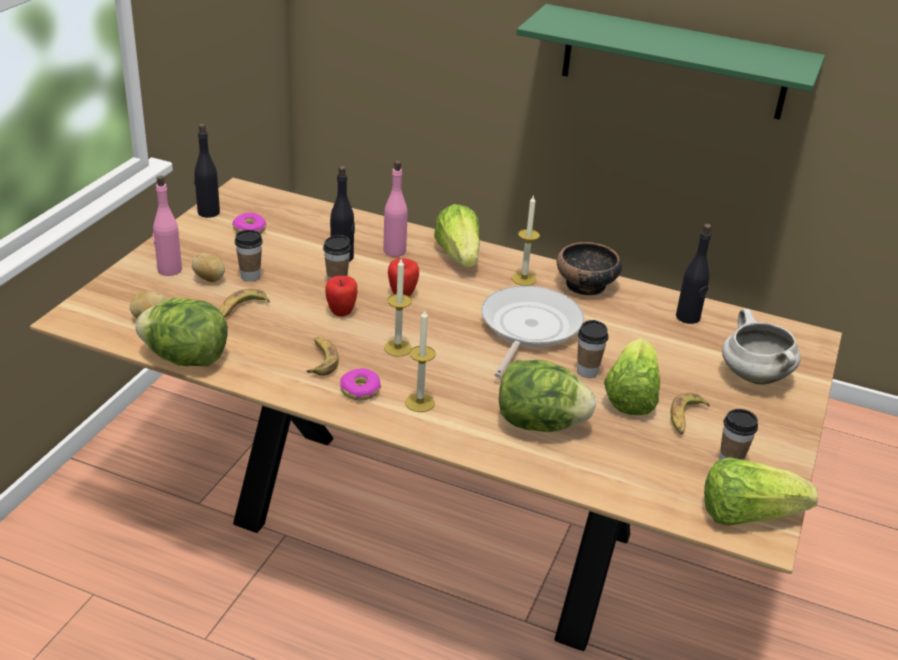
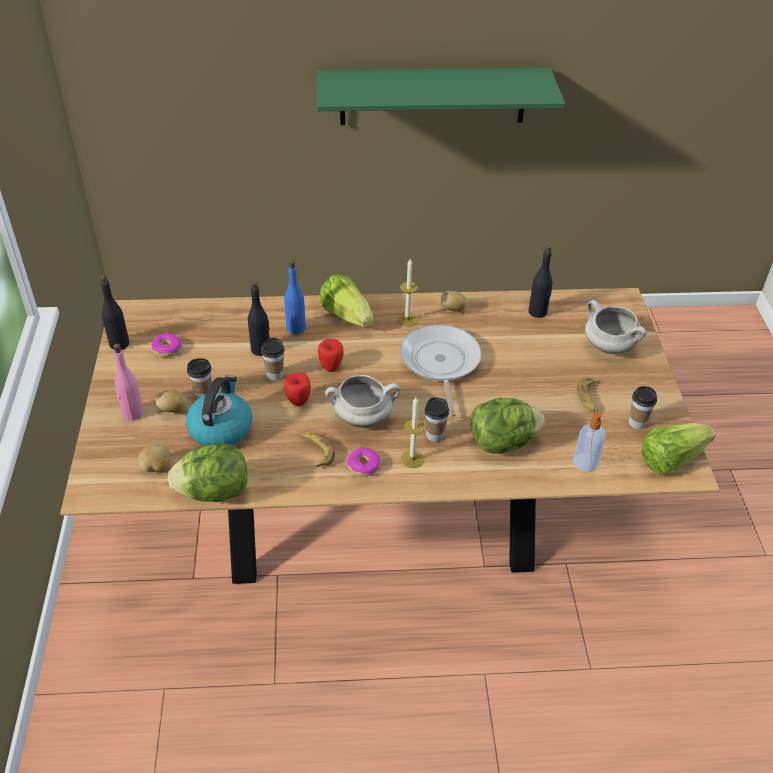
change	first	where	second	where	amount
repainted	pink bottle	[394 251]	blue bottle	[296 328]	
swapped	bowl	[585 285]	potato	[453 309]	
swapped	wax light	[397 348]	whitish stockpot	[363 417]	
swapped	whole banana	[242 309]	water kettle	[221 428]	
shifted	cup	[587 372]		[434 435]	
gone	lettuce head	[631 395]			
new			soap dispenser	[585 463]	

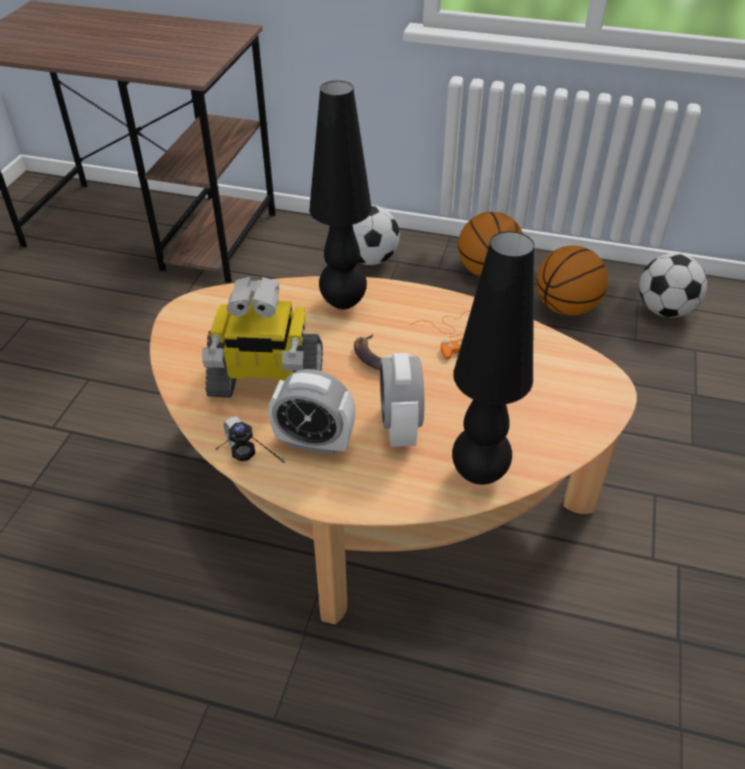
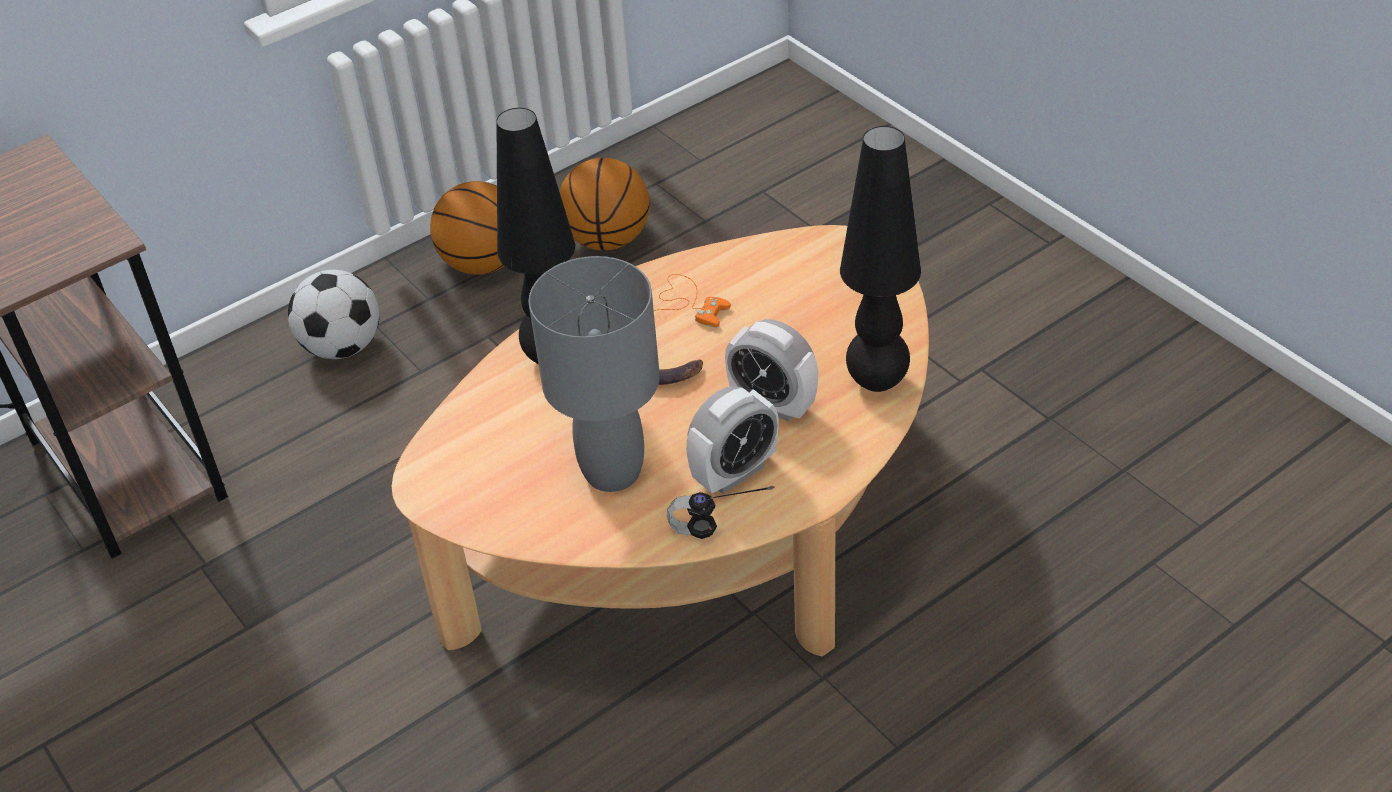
change	first	where	second	where	amount
gone	football	[664 310]			
swapped	model robot	[265 381]	grey lamp for a table	[612 471]	

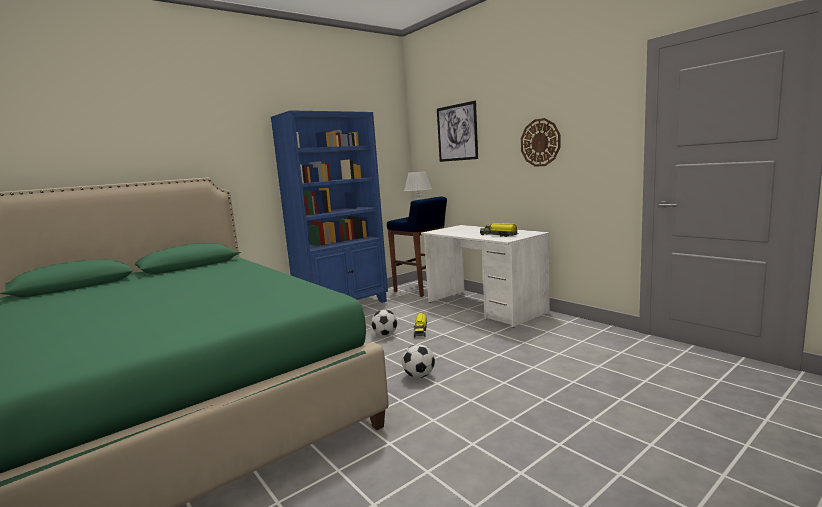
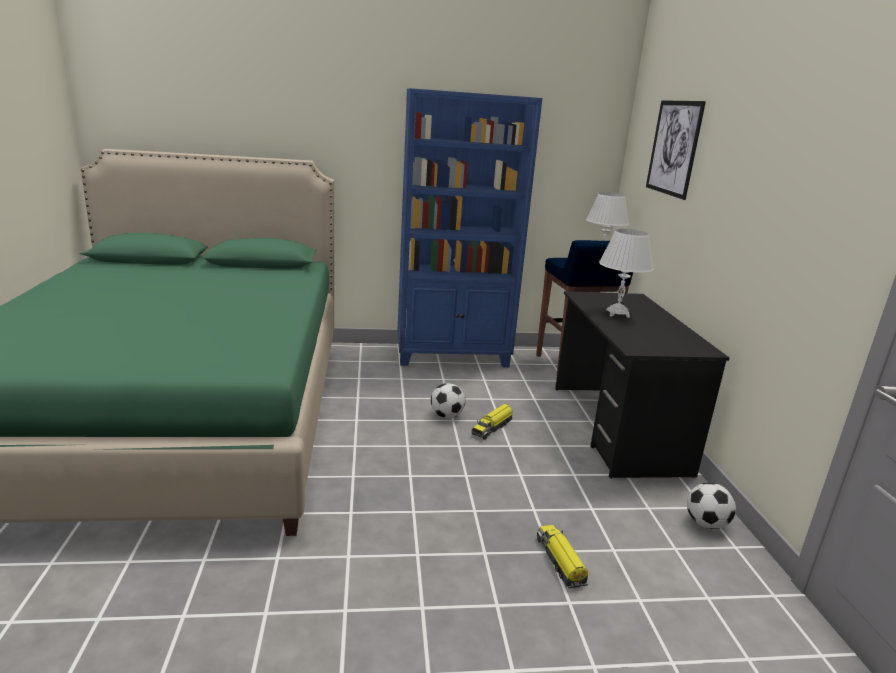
change	first	where	second	where	amount
gone	clock on the wall	[540 142]			
shifted	model truck	[499 235]		[560 562]	
repainted	whitish desk unit	[485 307]	black-coloured desk unit	[616 428]	
shifted	football	[419 376]		[706 523]	
new			whitish lamp for a table	[617 313]	

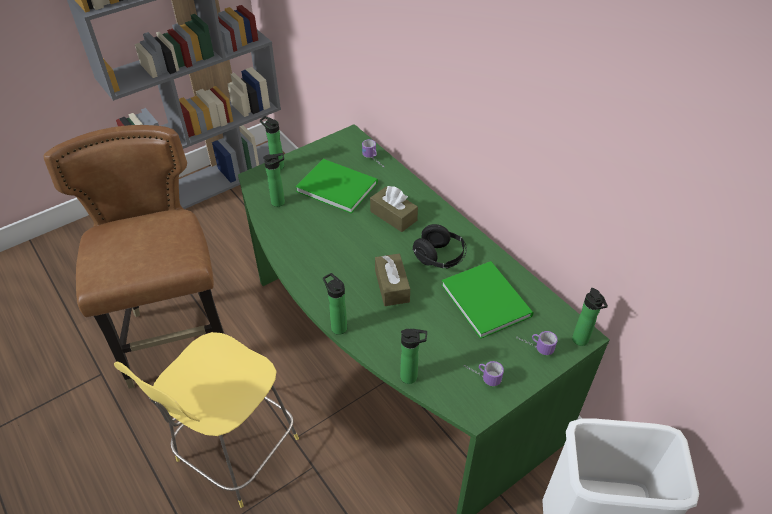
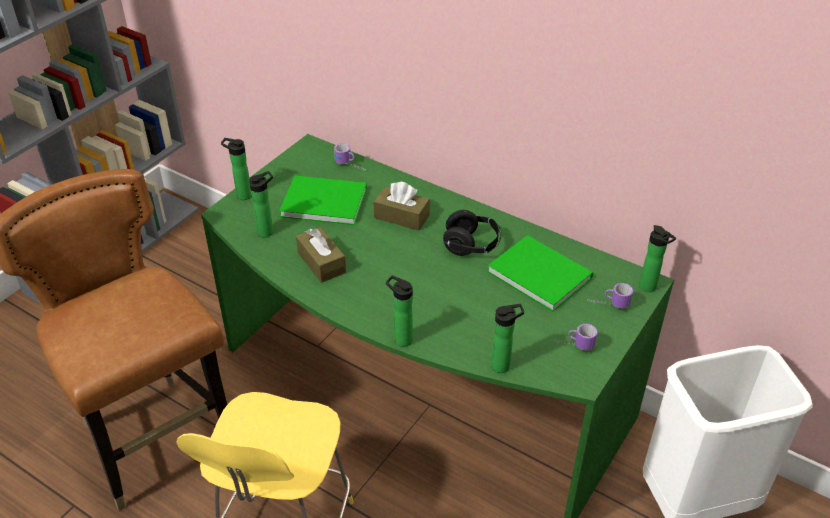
change	first	where	second	where	amount
shifted	brown tissue box	[392 286]		[321 263]	

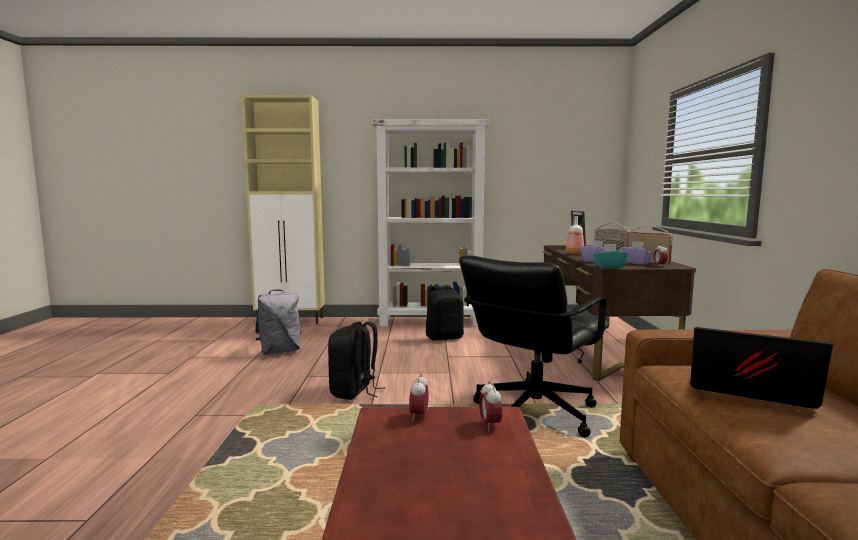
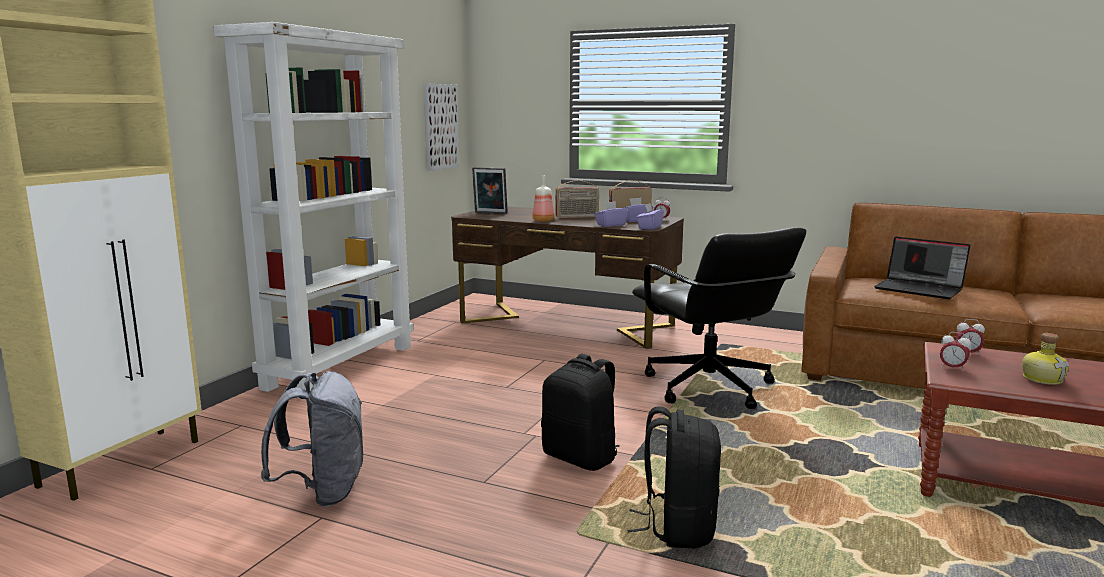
change	first	where	second	where	amount
repainted	blue-green tissue box	[609 266]	purple tissue box	[649 227]	
shifted	black-coloured knapsack	[444 337]		[677 528]	
rotated	notebook computer	[748 391]		[920 289]	105 degrees counterclockwise
new			picture	[440 127]	
new			bottle	[1042 379]	

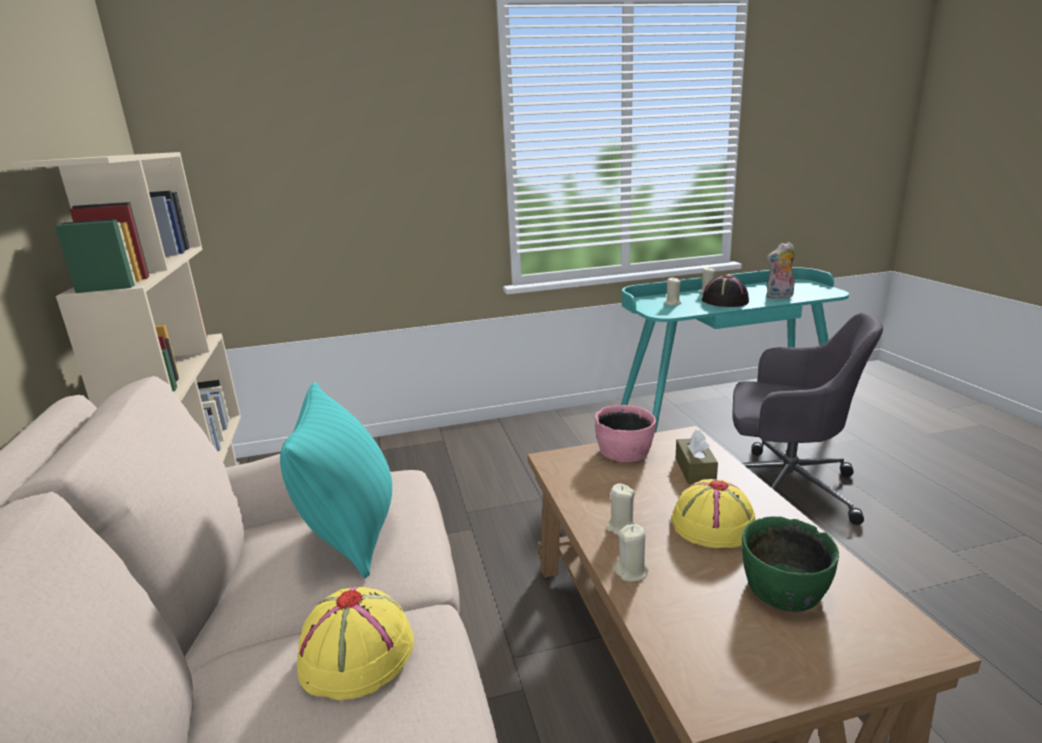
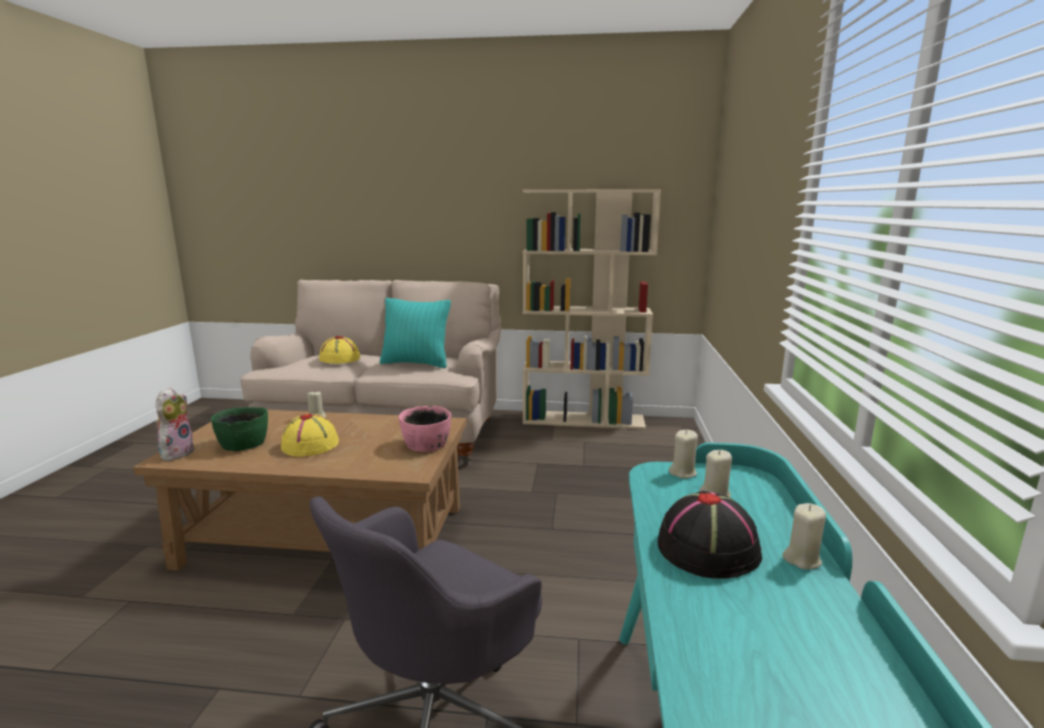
change	first	where	second	where	amount
shifted	soft toy	[779 297]		[177 453]	
gone	brown tissue box	[695 470]			
shifted	beige wax light	[621 528]		[682 472]	

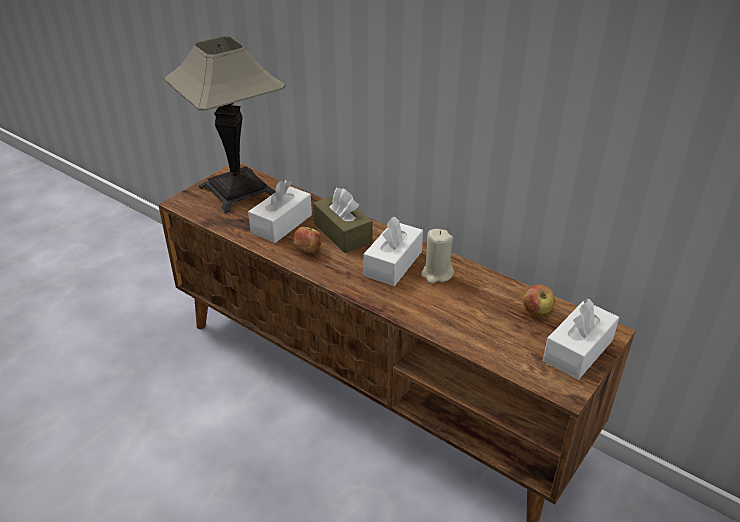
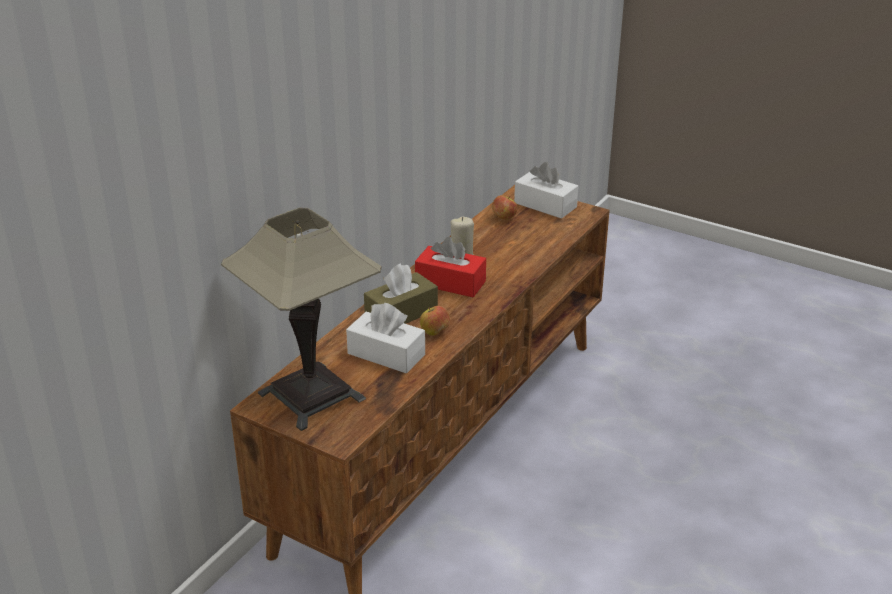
change	first	where	second	where	amount
repainted	whitish tissue box	[393 264]	red-coloured tissue box	[450 283]	

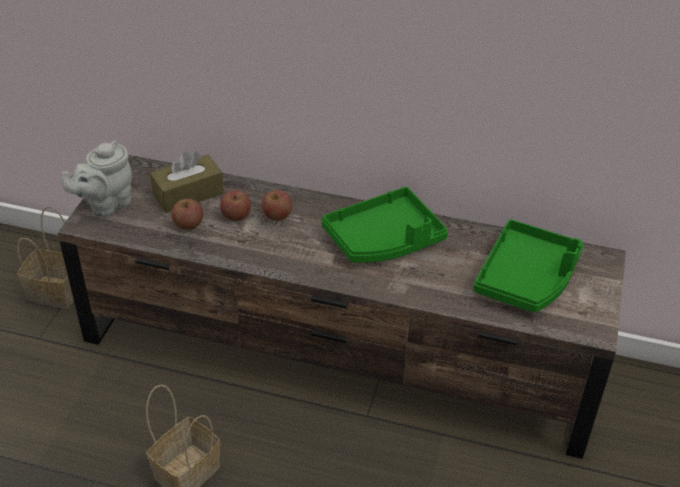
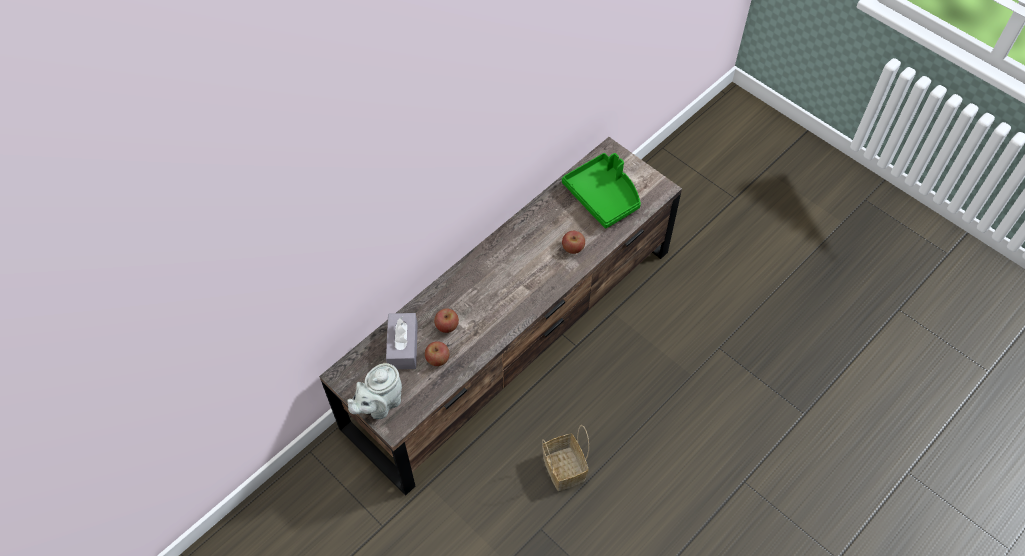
change	first	where	second	where	amount
rotated	grey tea pot	[106 204]		[380 404]	60 degrees clockwise
repainted	brown tissue box	[188 194]	grey tissue box	[403 346]	
gone	greenish carrying tray	[384 239]			
shifted	apple fruit	[277 215]		[573 247]	
gone	household basket	[57 291]			

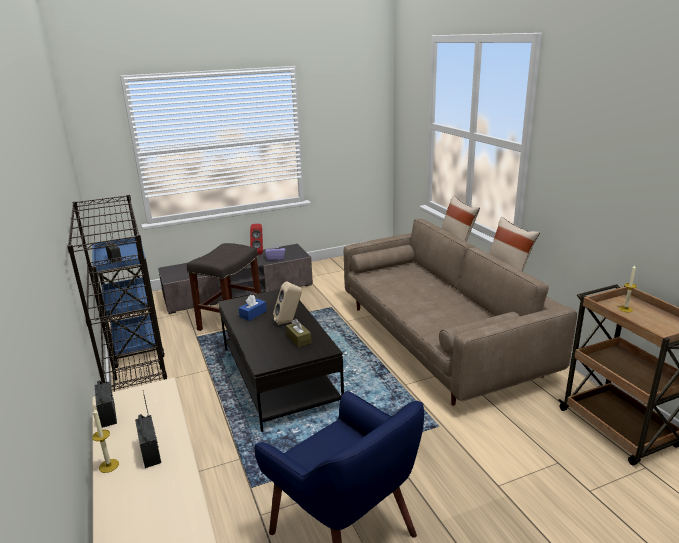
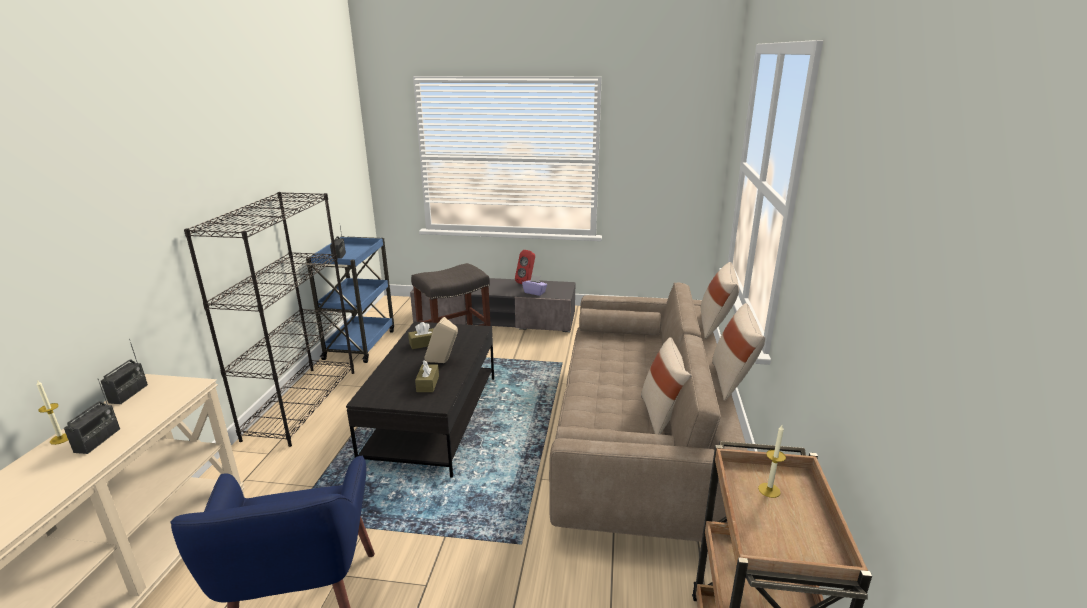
change	first	where	second	where	amount
repainted	blue tissue box	[253 314]	brown tissue box	[424 343]	
new			beige cushion	[662 415]	

